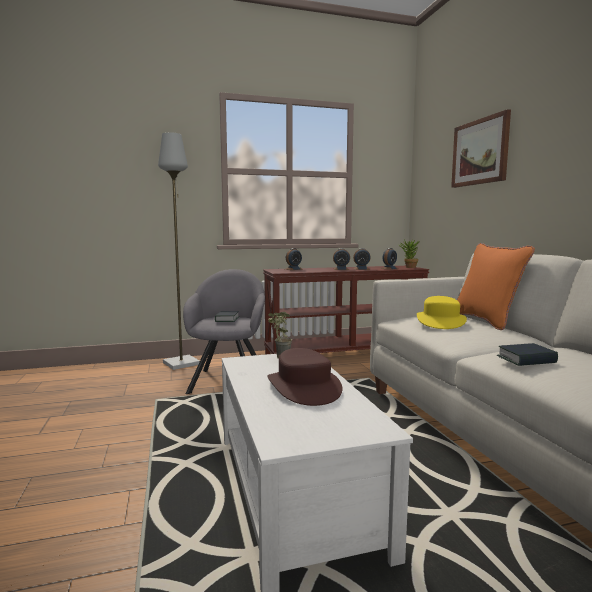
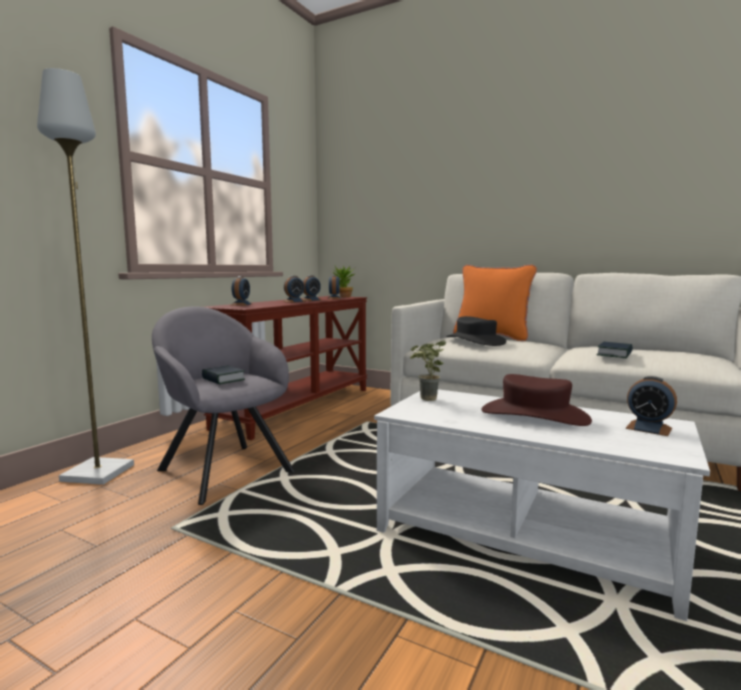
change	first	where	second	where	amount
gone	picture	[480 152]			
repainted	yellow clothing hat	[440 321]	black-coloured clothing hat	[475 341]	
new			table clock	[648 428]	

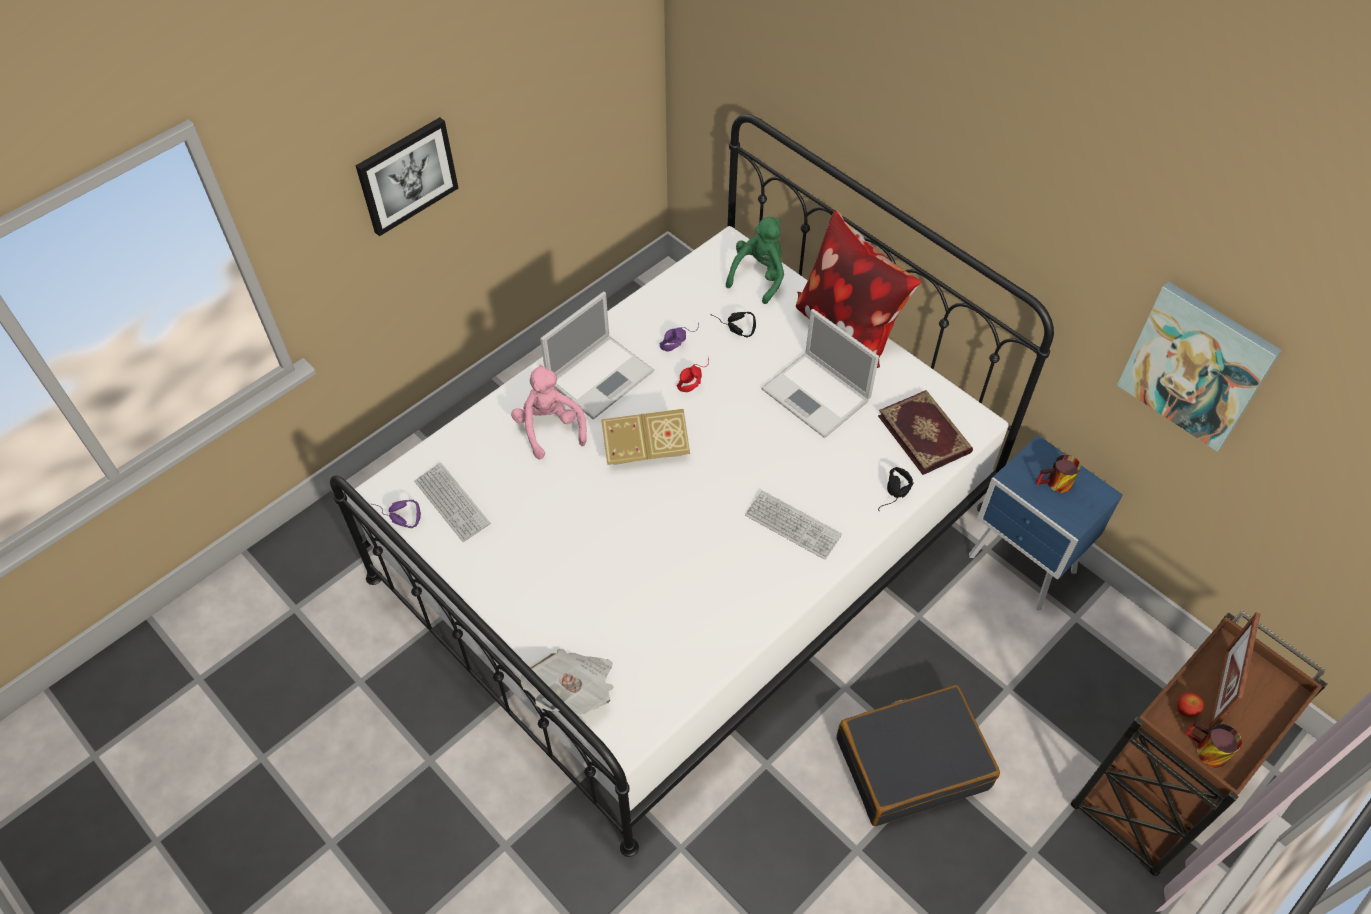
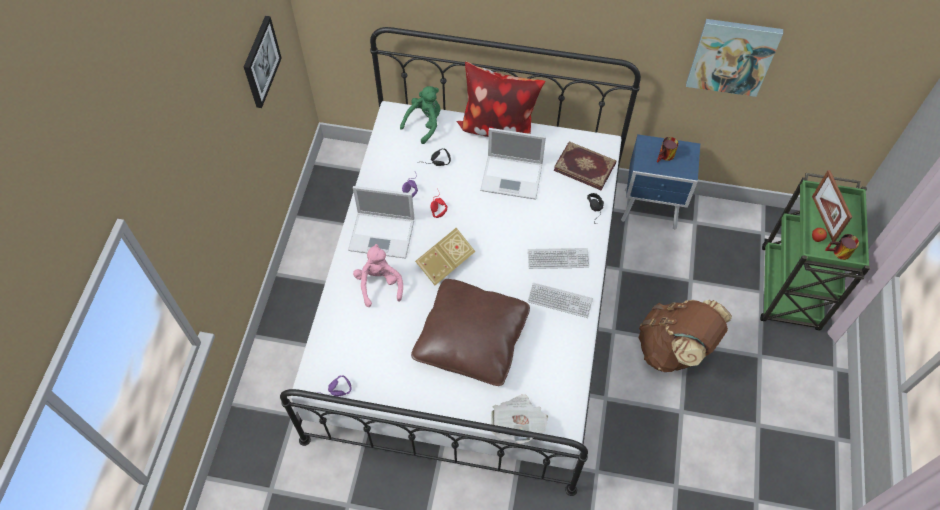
change	first	where	second	where	amount
shifted	picture	[406 175]		[260 61]	
rotated	greenish soft toy	[759 276]		[425 123]	45 degrees clockwise
rotated	notebook computer	[601 375]		[383 235]	90 degrees clockwise
rotated	pink soft toy	[549 428]		[379 284]	45 degrees clockwise
shifted	computer keyboard	[452 503]		[560 301]	
repainted	brown wheeled cart	[1151 793]	greenish wheeled cart	[789 290]	
swapped	black-coloured piece of luggage	[912 762]	brown knapsack	[674 348]	
new			brown cushion	[472 339]	

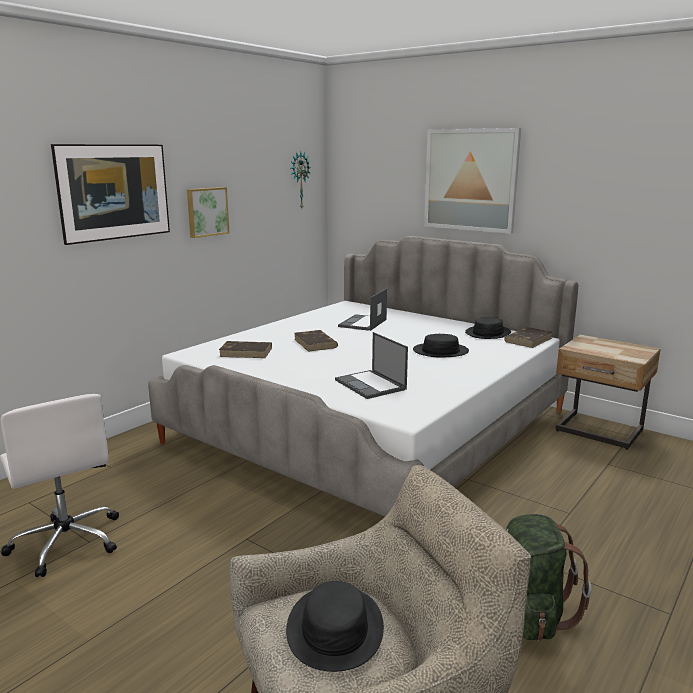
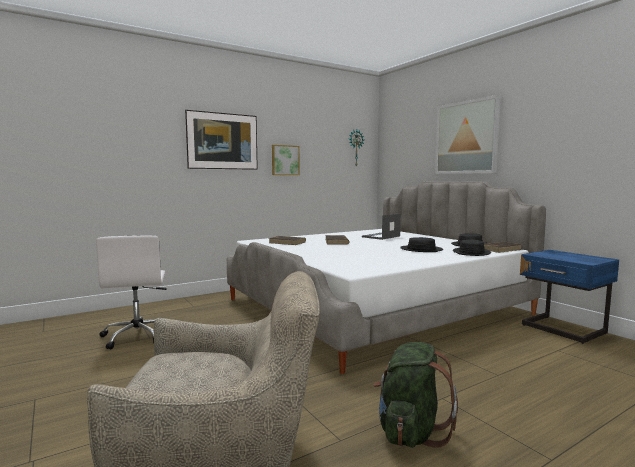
change	first	where	second	where	amount
gone	notebook computer	[371 385]			
repainted	beige night table	[598 431]	blue night table	[562 330]	
shifted	black-coloured clothing hat	[334 628]		[471 252]	

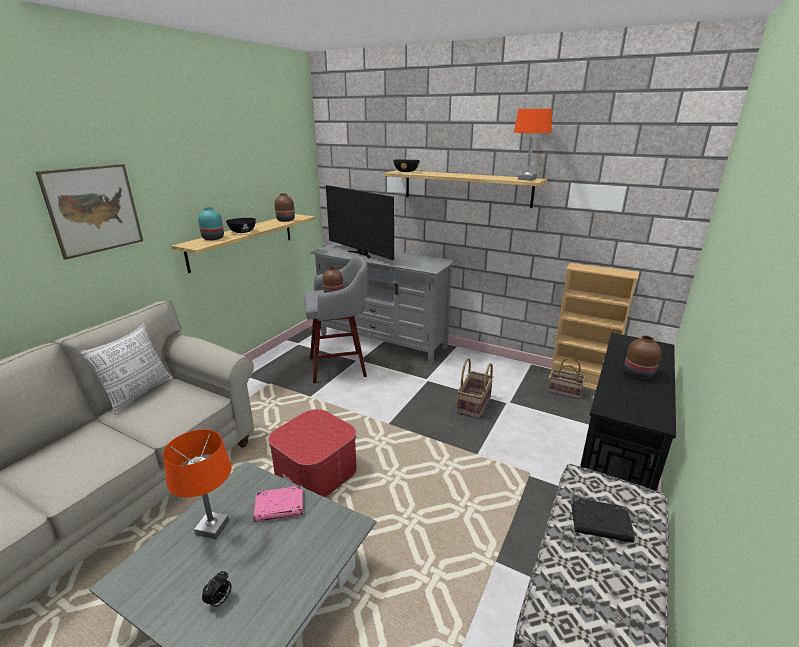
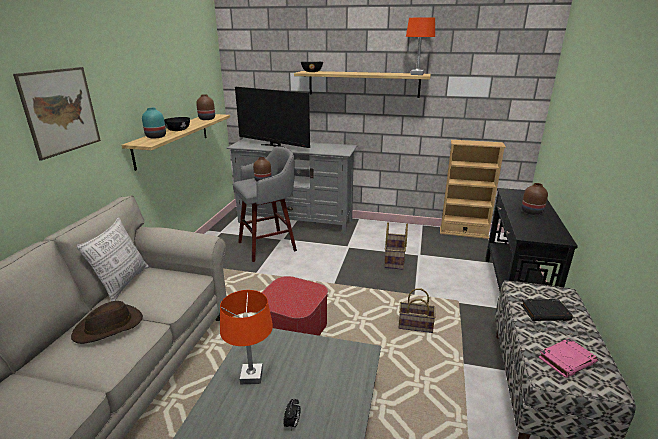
change	first	where	second	where	amount
shifted	household basket	[563 392]		[414 325]	
shifted	pink bound book	[280 506]		[566 360]	
new			brown clothing hat	[109 327]	

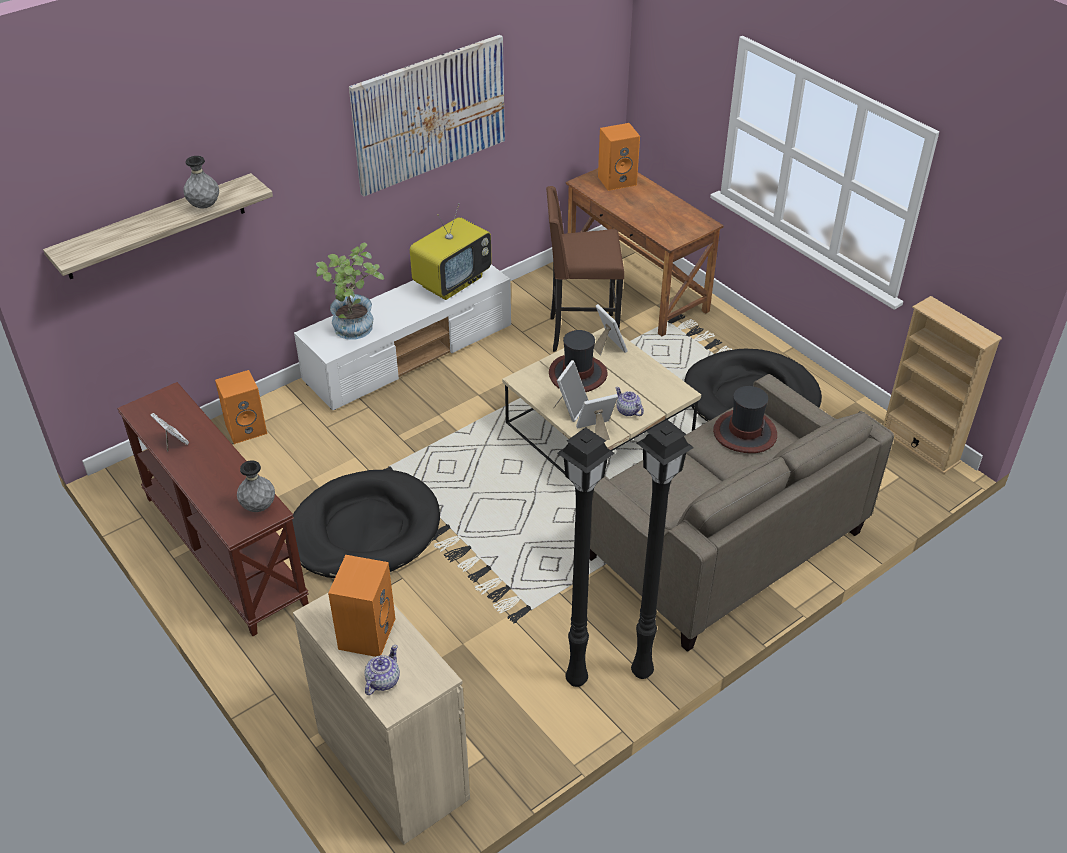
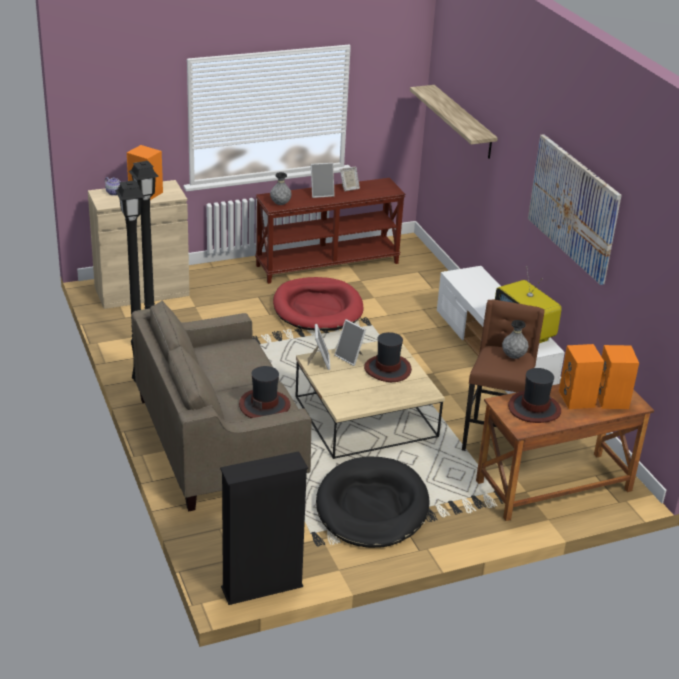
change	first	where	second	where	amount
shifted	grey flower vase	[204 206]		[513 356]	
gone	plant in a pot	[355 331]			
repainted	beige shelving unit	[919 446]	black-coloured shelving unit	[262 587]	
shifted	picture frame	[608 347]		[321 193]	
shifted	orange-coloured audio speaker	[247 428]		[577 399]	
gone	tea pot	[628 411]			
repainted	black-coloured dog bed	[365 530]	red-coloured dog bed	[317 308]	
new			clothing hat	[534 408]	

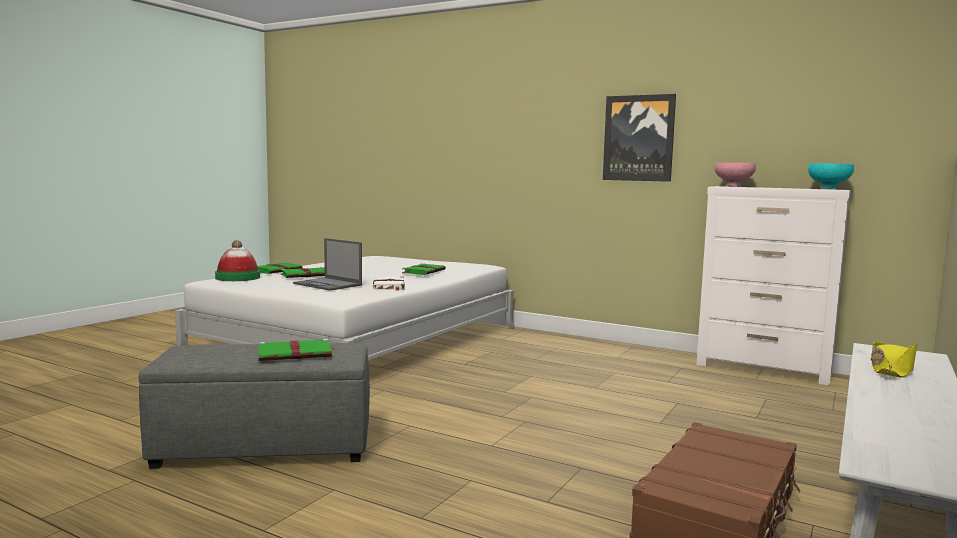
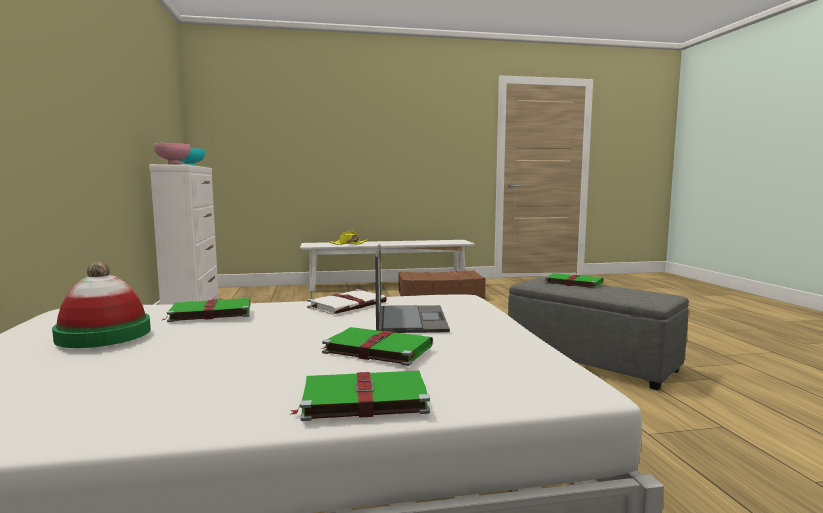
change	first	where	second	where	amount
gone	picture	[638 138]			
shifted	clothing hat	[237 277]		[104 334]	

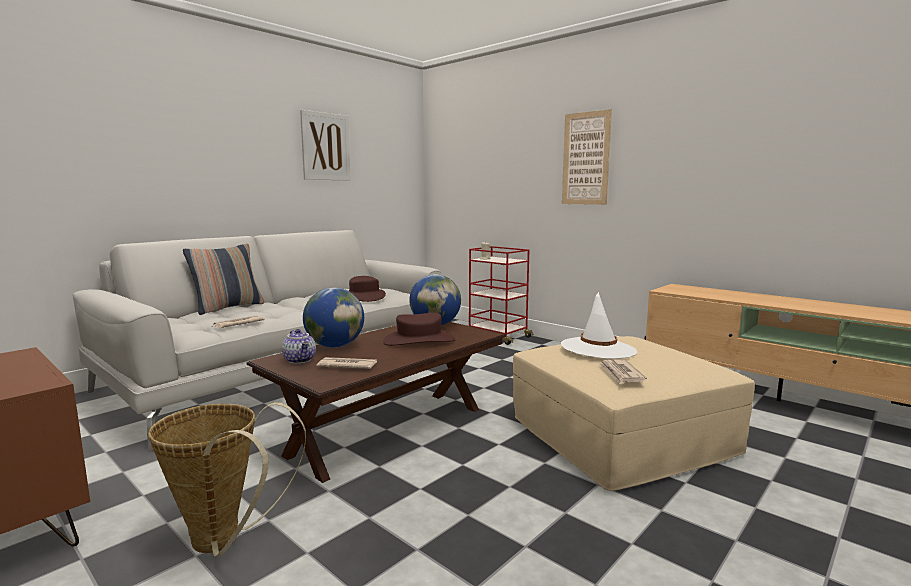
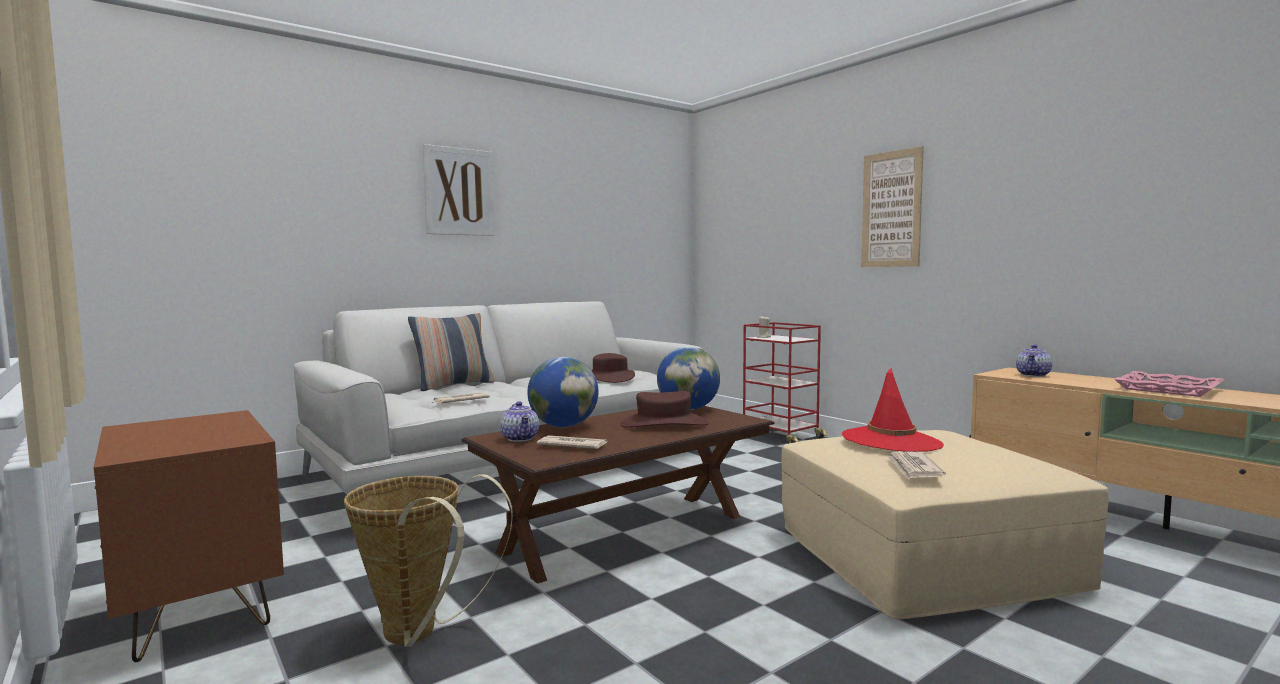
change	first	where	second	where	amount
shifted	picture	[325 146]		[459 192]	
repainted	whitish clothing hat	[598 349]	red-coloured clothing hat	[891 441]	
new			tea pot	[1034 375]	
new			pink carrying tray	[1167 389]	

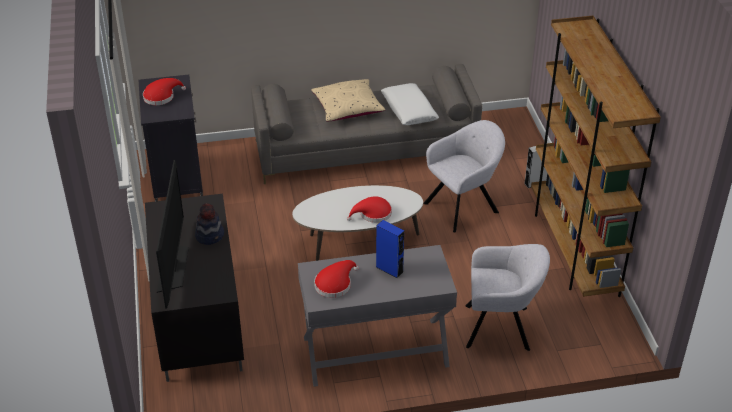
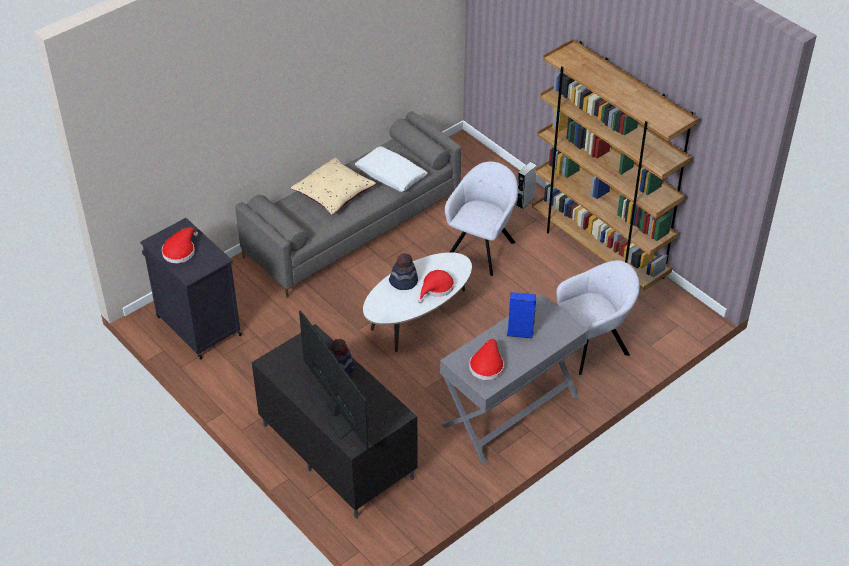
change	first	where	second	where	amount
new			clothing hat	[403 281]	

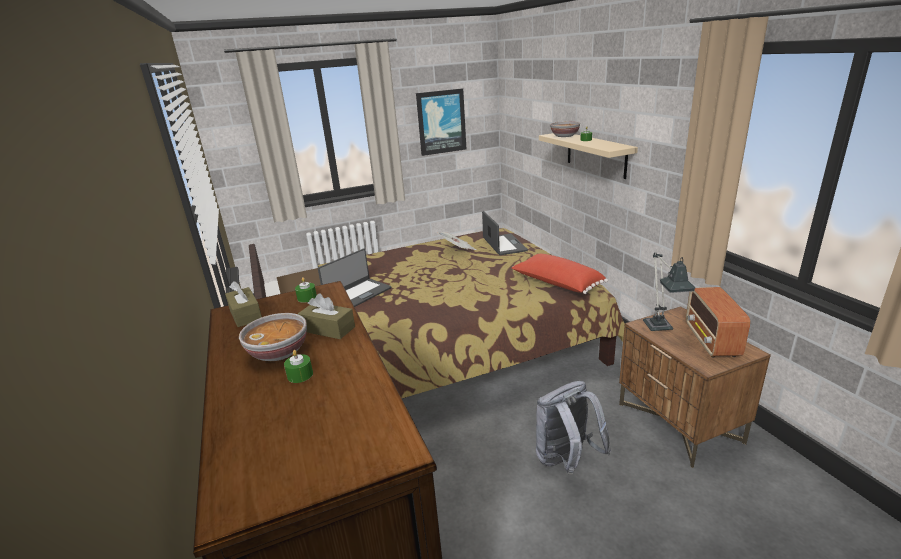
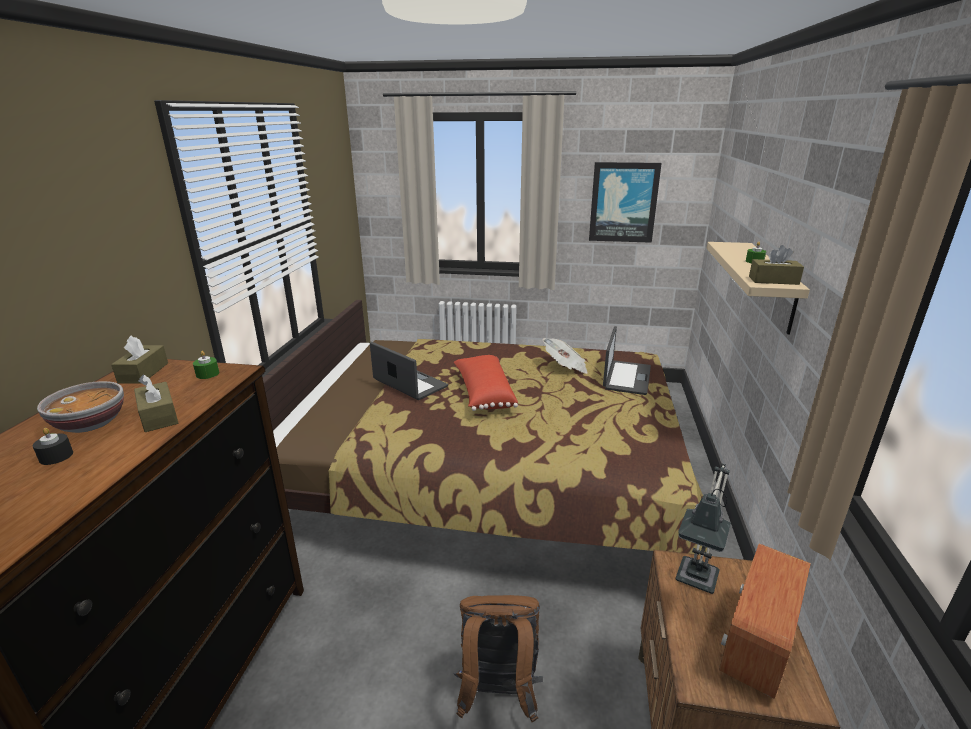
change	first	where	second	where	amount
gone	bowl	[564 136]			
rotated	notebook computer	[357 294]		[409 383]	120 degrees counterclockwise
shifted	red-coloured cushion	[556 284]		[483 393]	
repainted	greenish wax light	[300 375]	black-coloured wax light	[56 456]	
repainted	grey knapsack	[566 461]	brown knapsack	[497 694]	
new			brown tissue box	[773 280]	

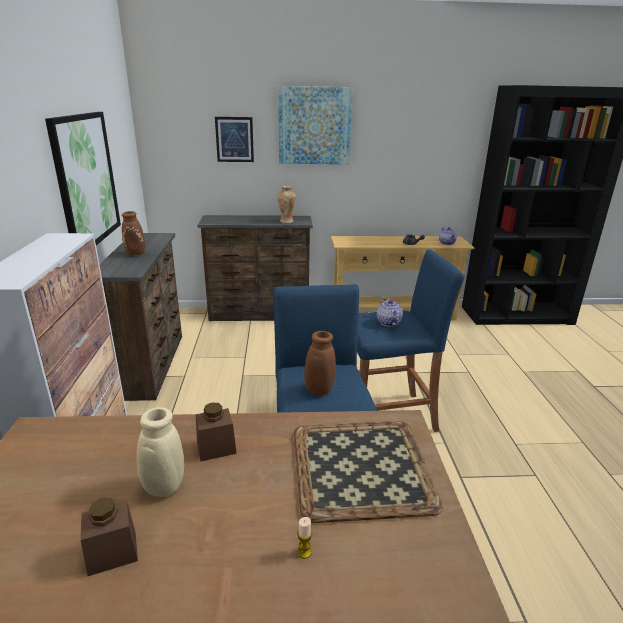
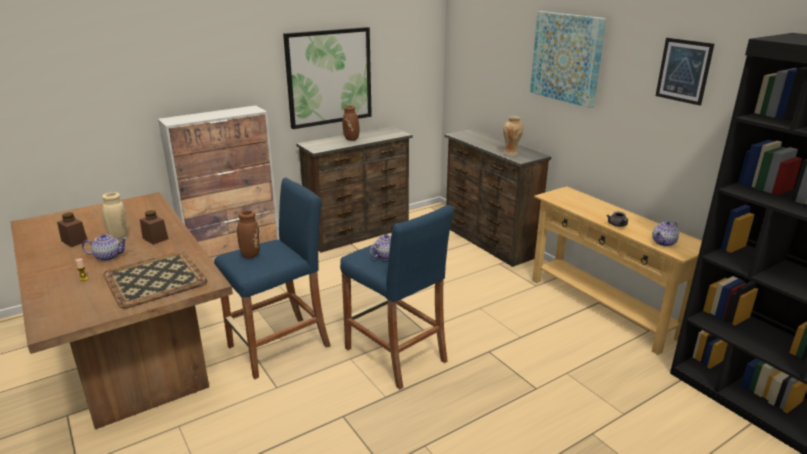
change	first	where	second	where	amount
shifted	picture	[234 139]		[683 71]	
new			tea pot	[108 257]	

